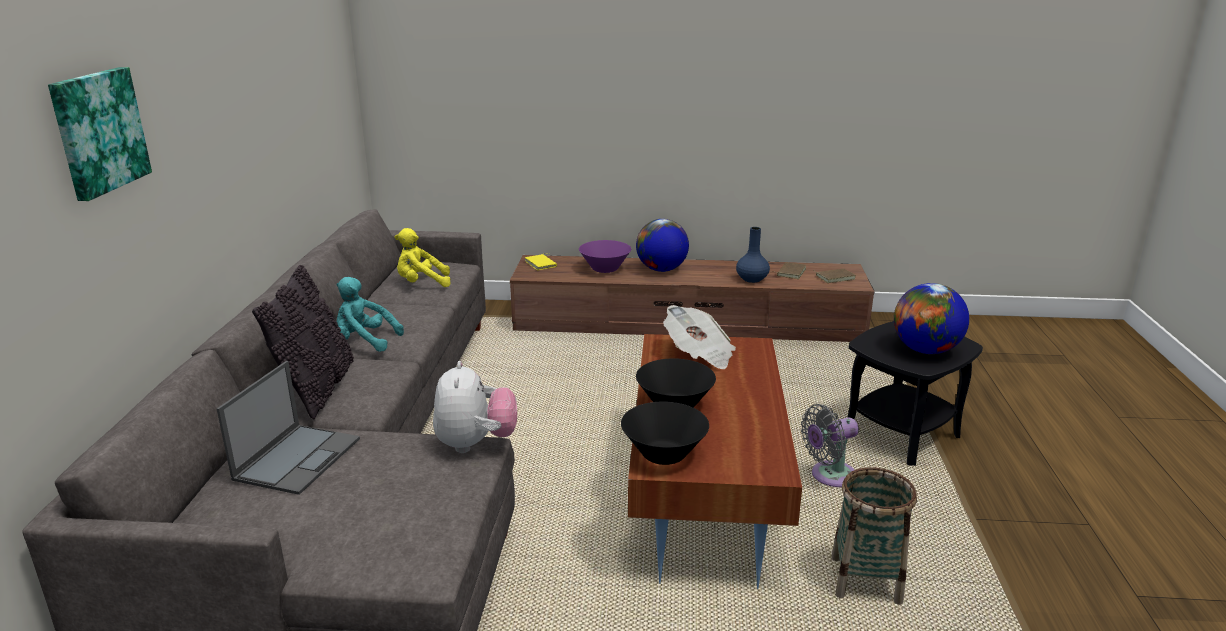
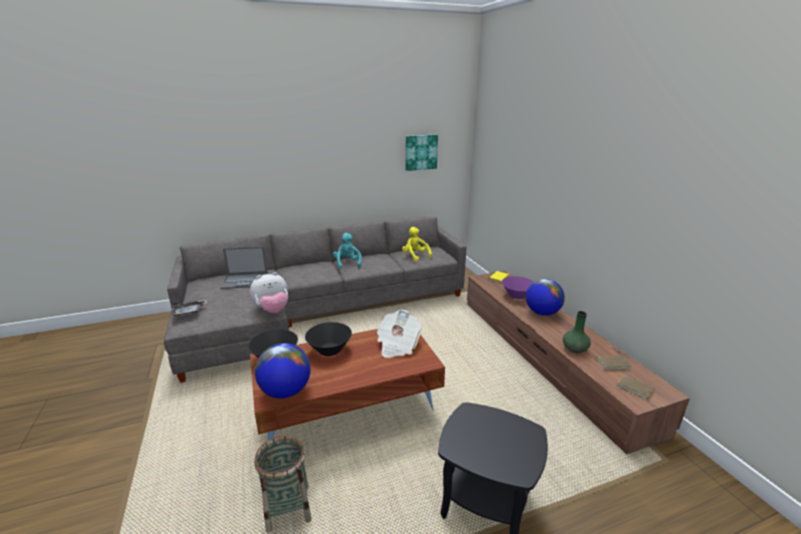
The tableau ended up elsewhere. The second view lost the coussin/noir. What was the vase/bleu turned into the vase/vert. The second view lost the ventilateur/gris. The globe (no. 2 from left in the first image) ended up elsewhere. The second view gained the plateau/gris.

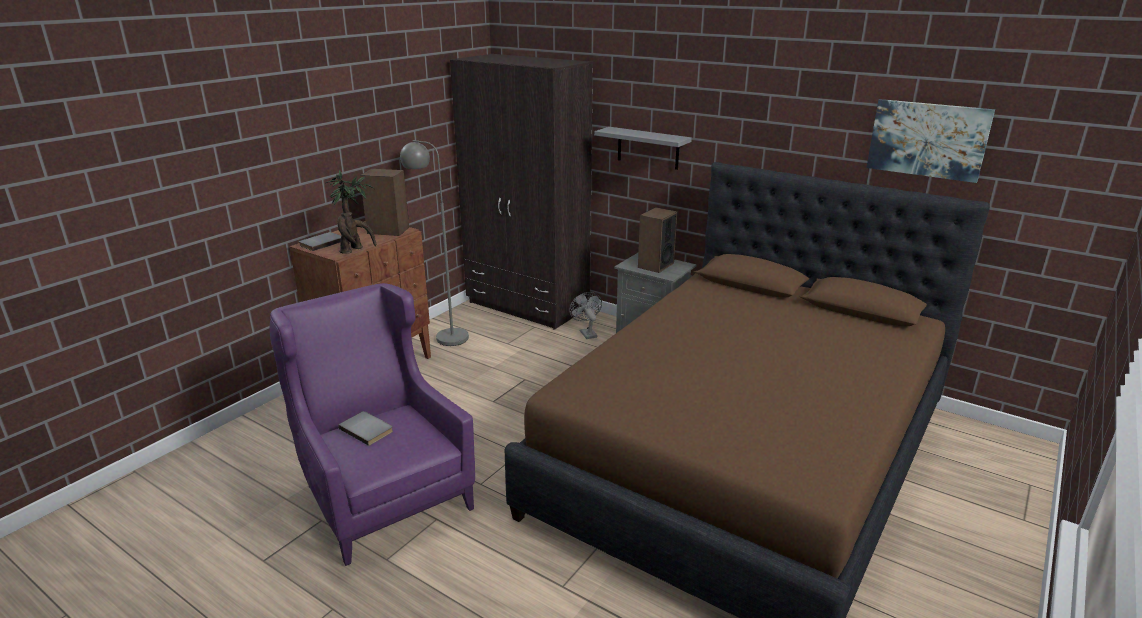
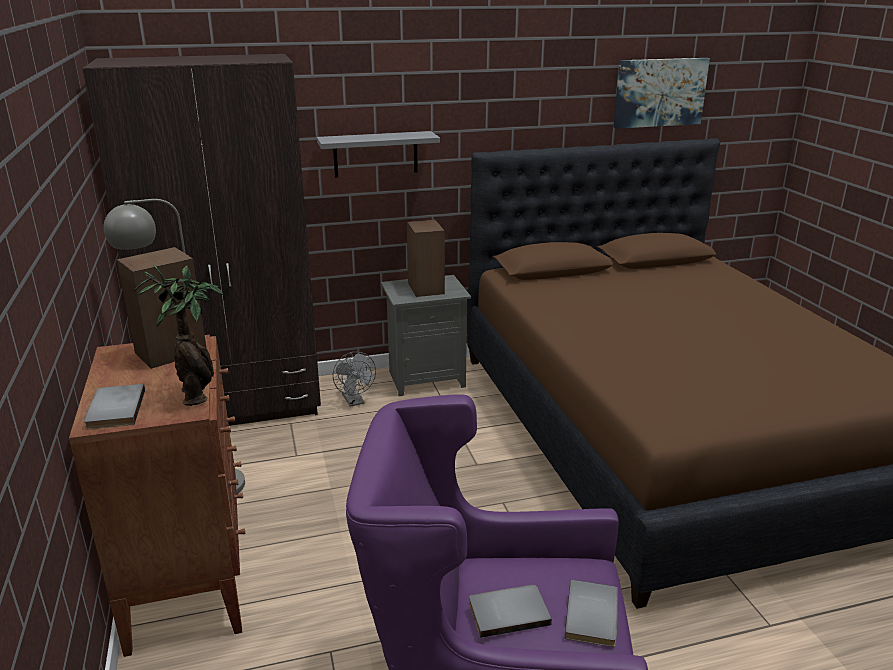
The ventilateur/gris ended up facing another way, 135 degrees counterclockwise from before. The second view gained the livre/gris (no. 3 from left).

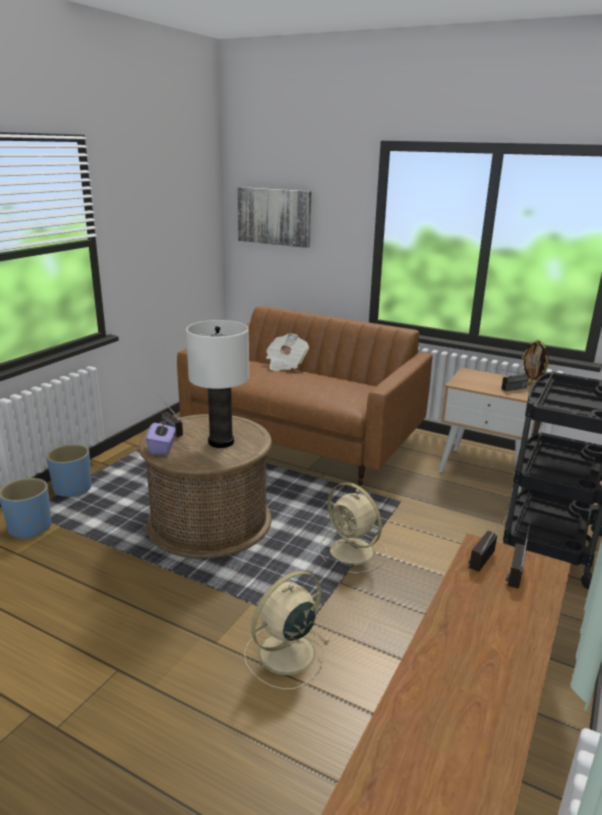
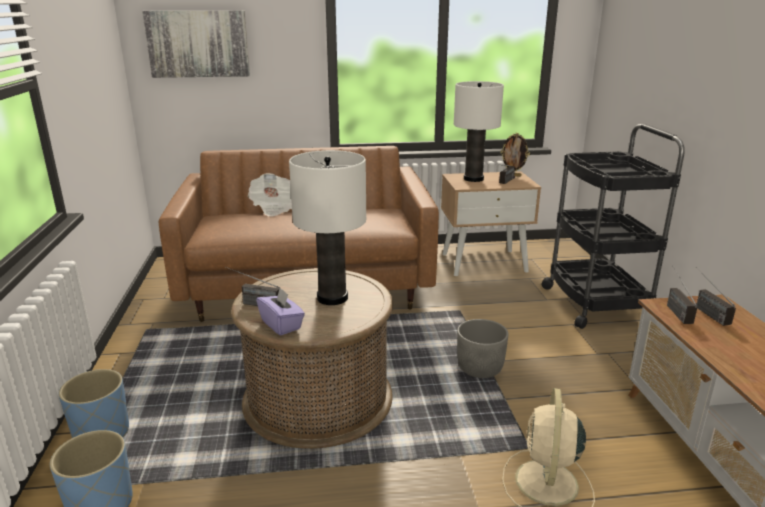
Where the ventilateur/beige (no. 2 from left) stood, the cache-pot/gris came to stand. The second view gained the lampe de table/blanc (no. 2 from left).

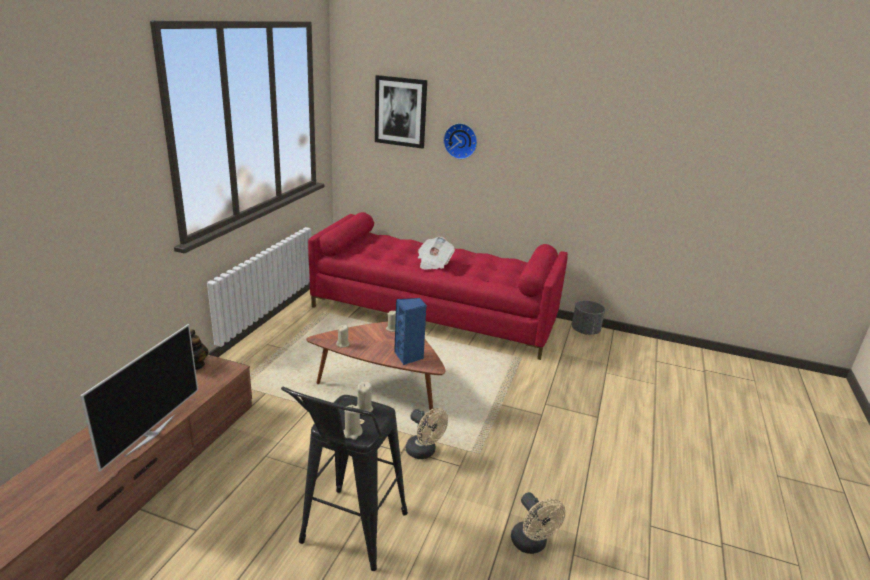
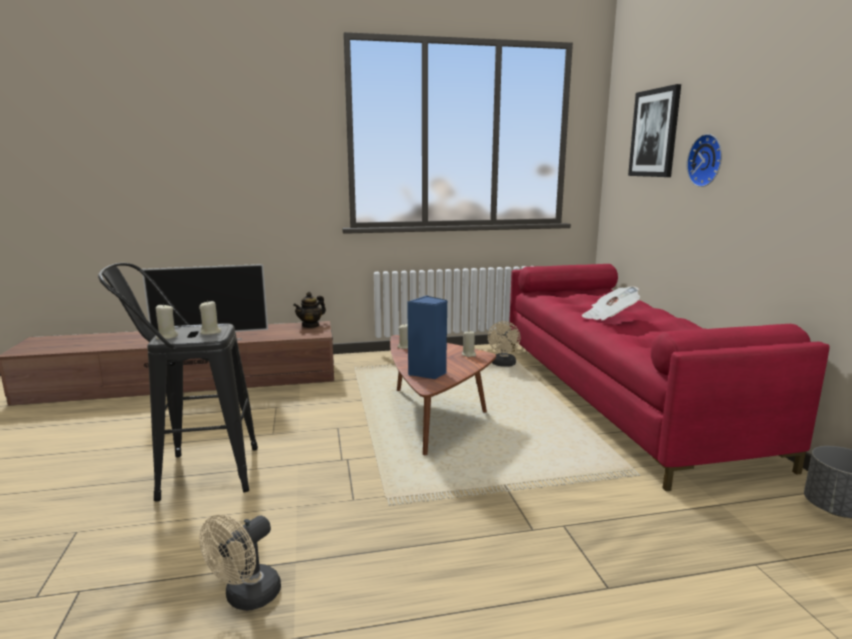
The ventilateur/beige (no. 1 from left in the first image) ended up elsewhere.

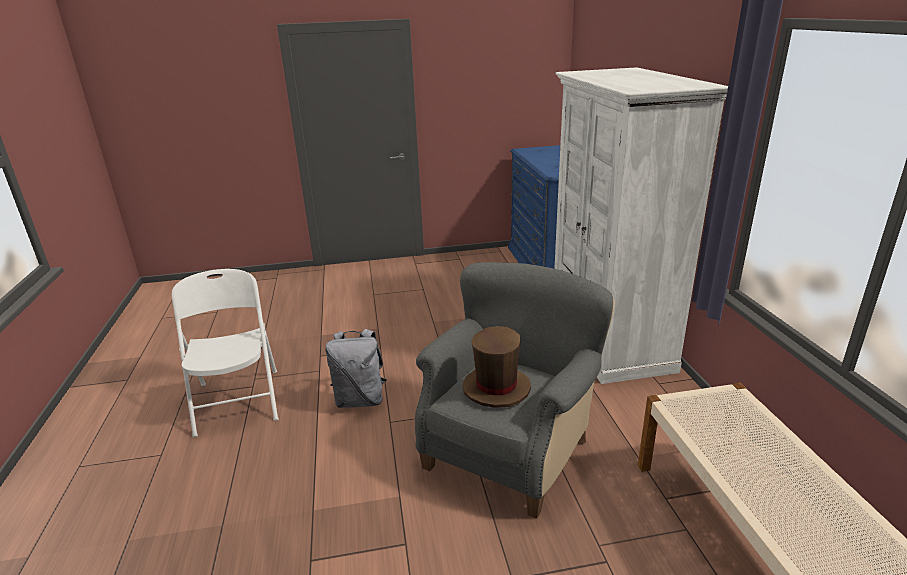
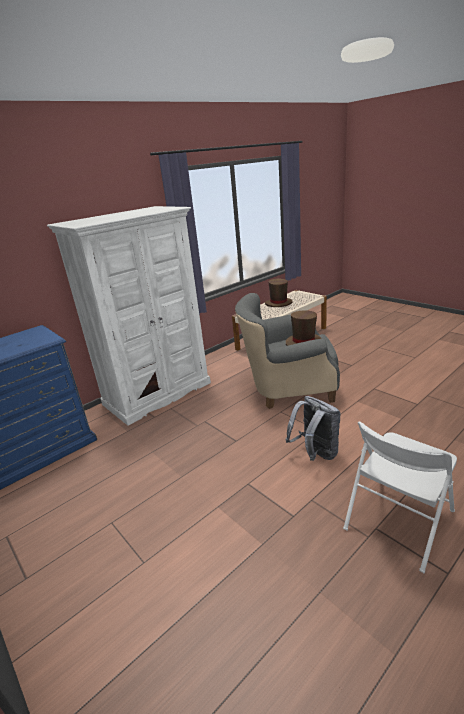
The second view gained the chapeau/marron (no. 1 from left).

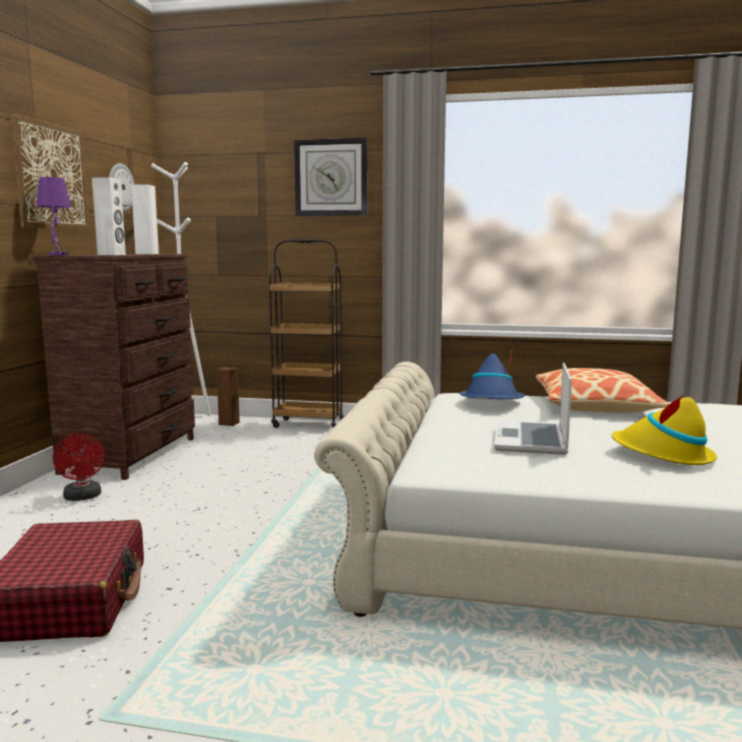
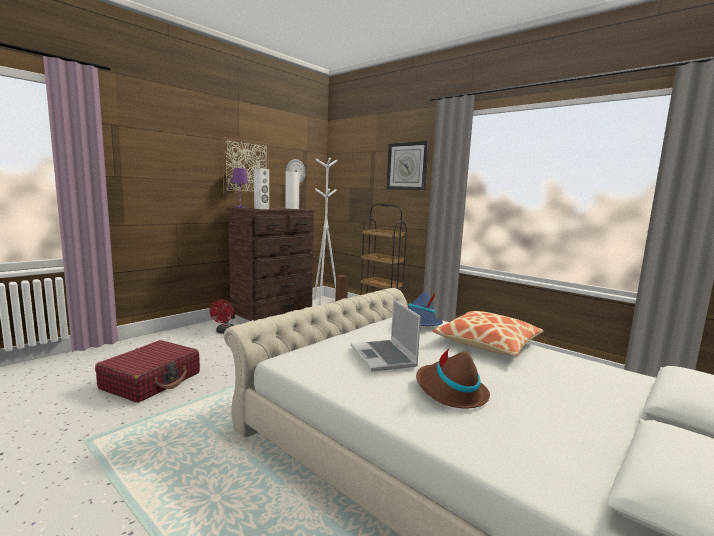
The ordinateur portable ended up facing another way, 60 degrees counterclockwise from before. What was the chapeau/jaune turned into the chapeau/marron.

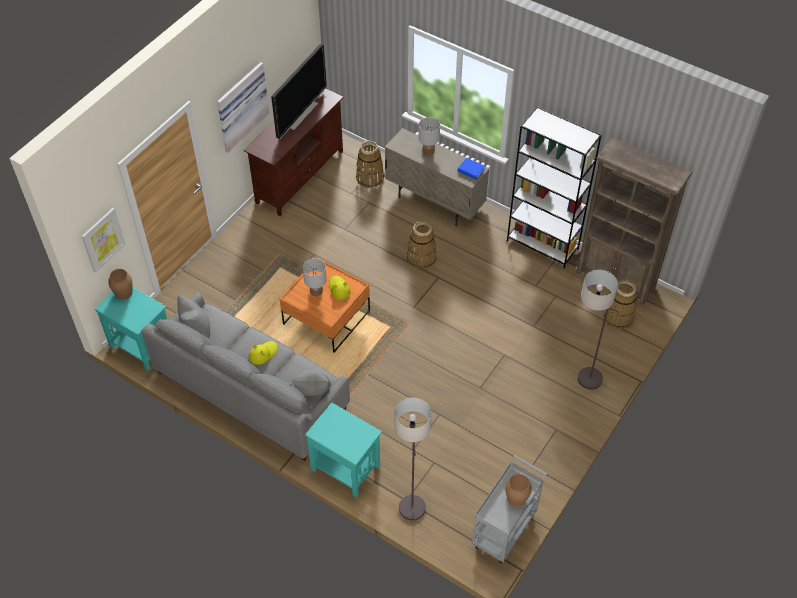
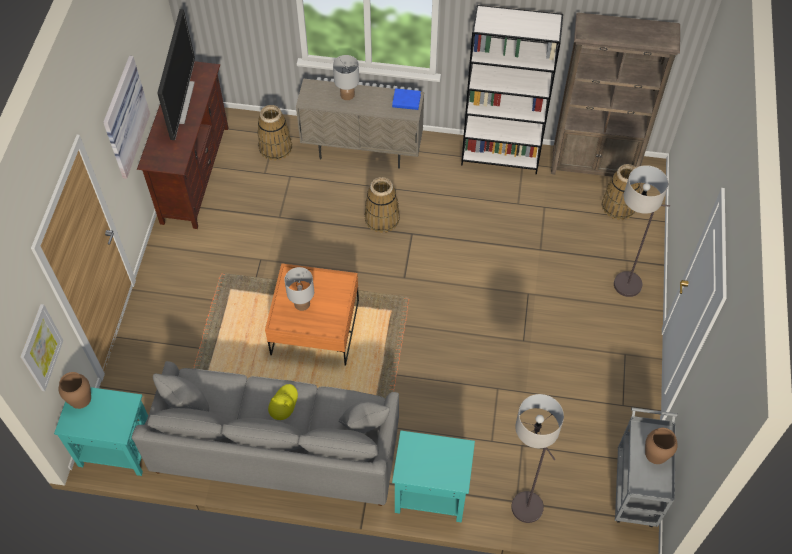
The second view lost the chapeau/jaune (no. 2 from left).

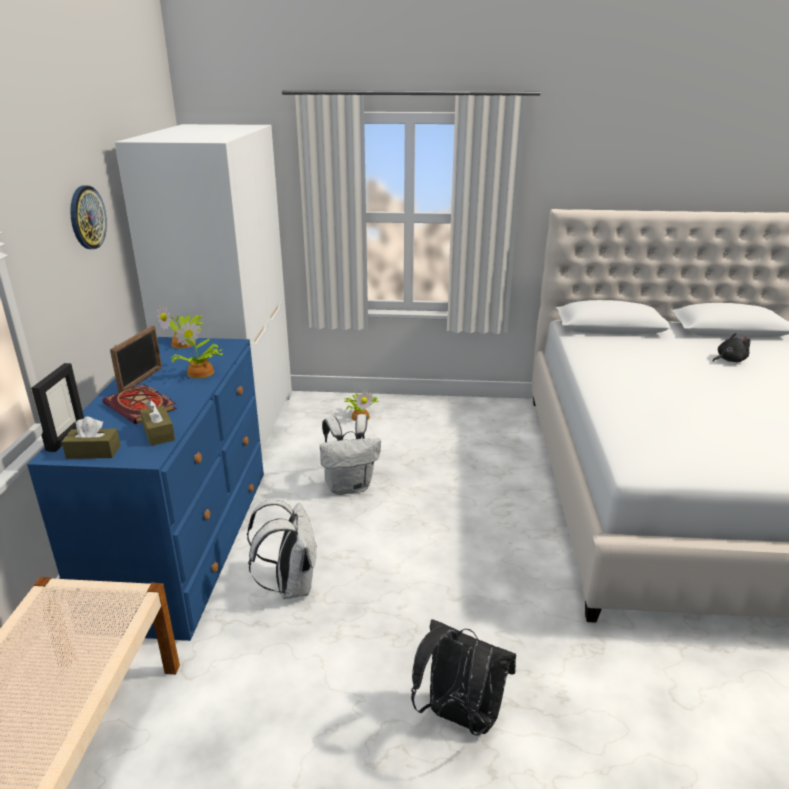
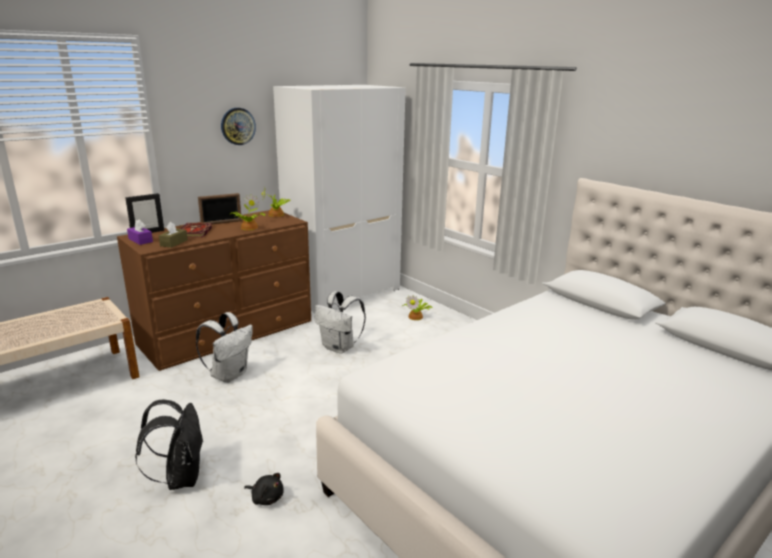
What was the commode/bleu turned into the commode/marron. What was the boîte à mouchoirs/marron (no. 1 from left) turned into the boîte à mouchoirs/violet. The peluche/noir ended up elsewhere.

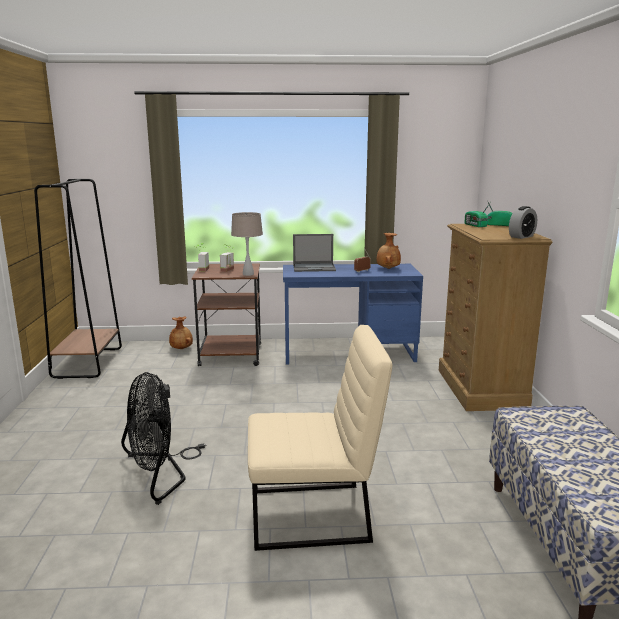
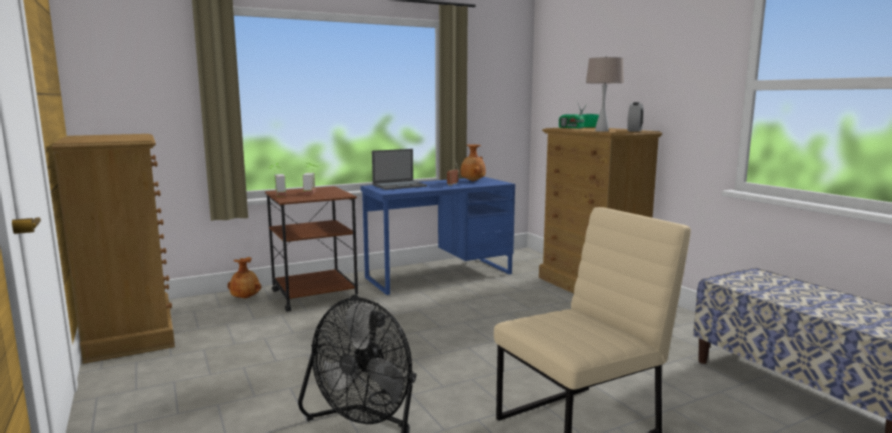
Where the portant stood, the commode/marron (no. 1 from left) came to stand. The lampe de table/beige ended up elsewhere.

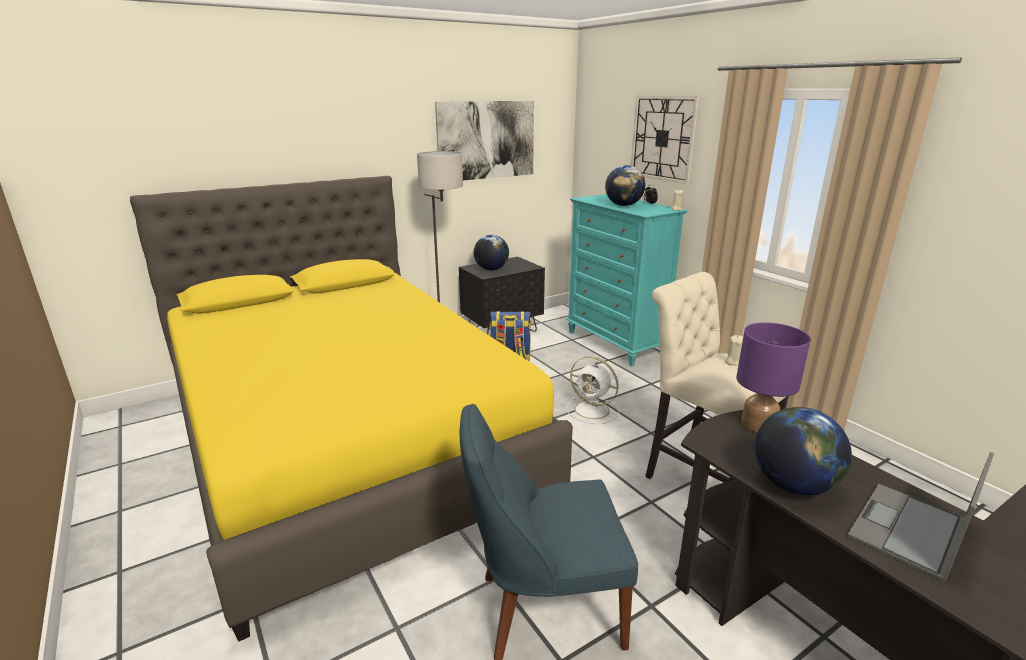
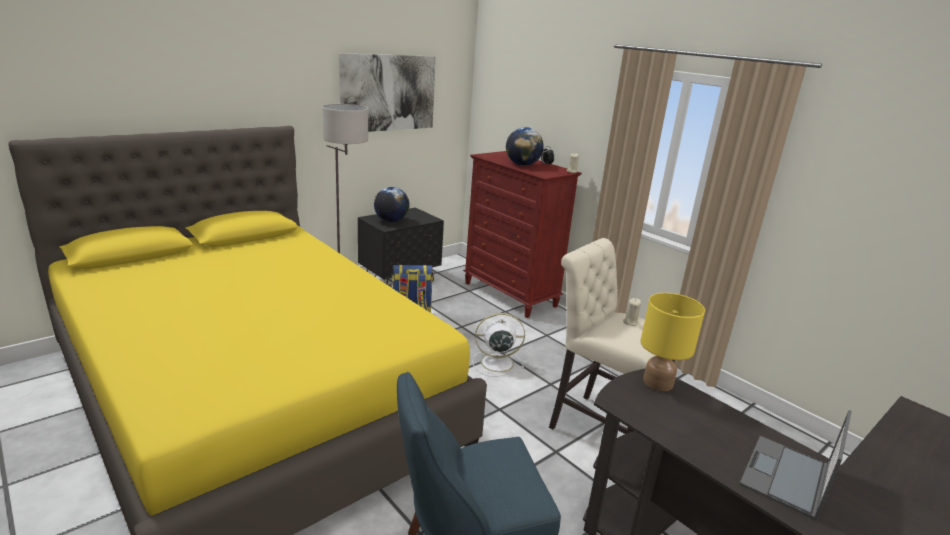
What was the commode/turquoise turned into the commode/rouge. The ventilateur/blanc ended up facing another way, 150 degrees clockwise from before. The second view lost the horloge murale. What was the lampe de table/violet turned into the lampe de table/jaune. The second view lost the globe (no. 3 from left).

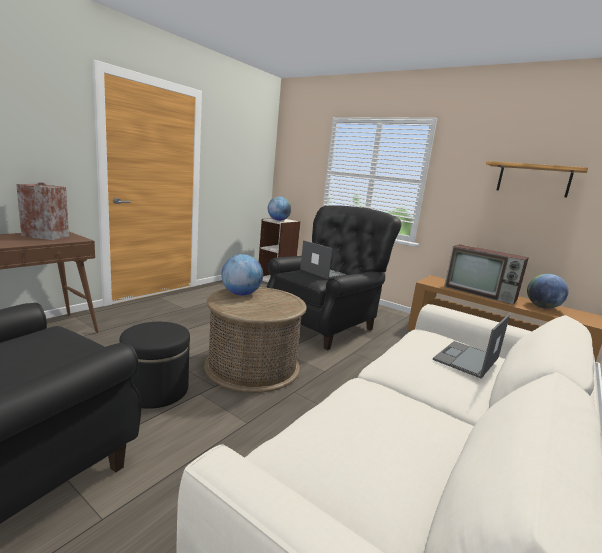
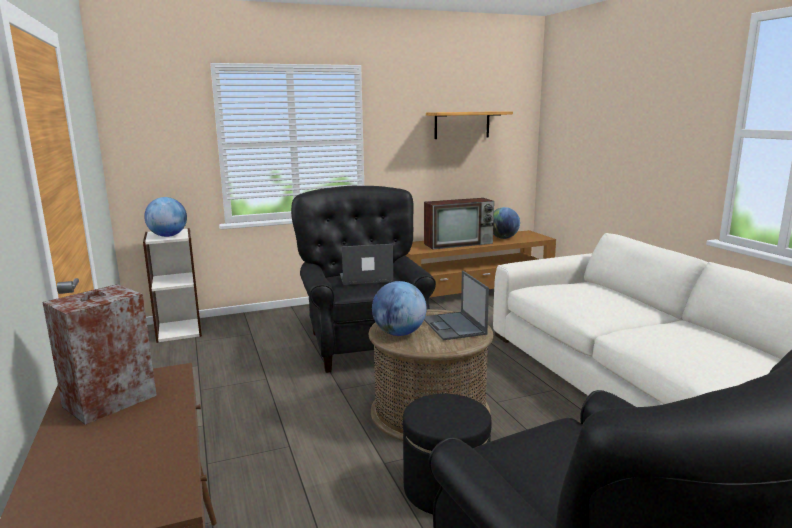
The ordinateur portable (no. 2 from left) ended up elsewhere.

